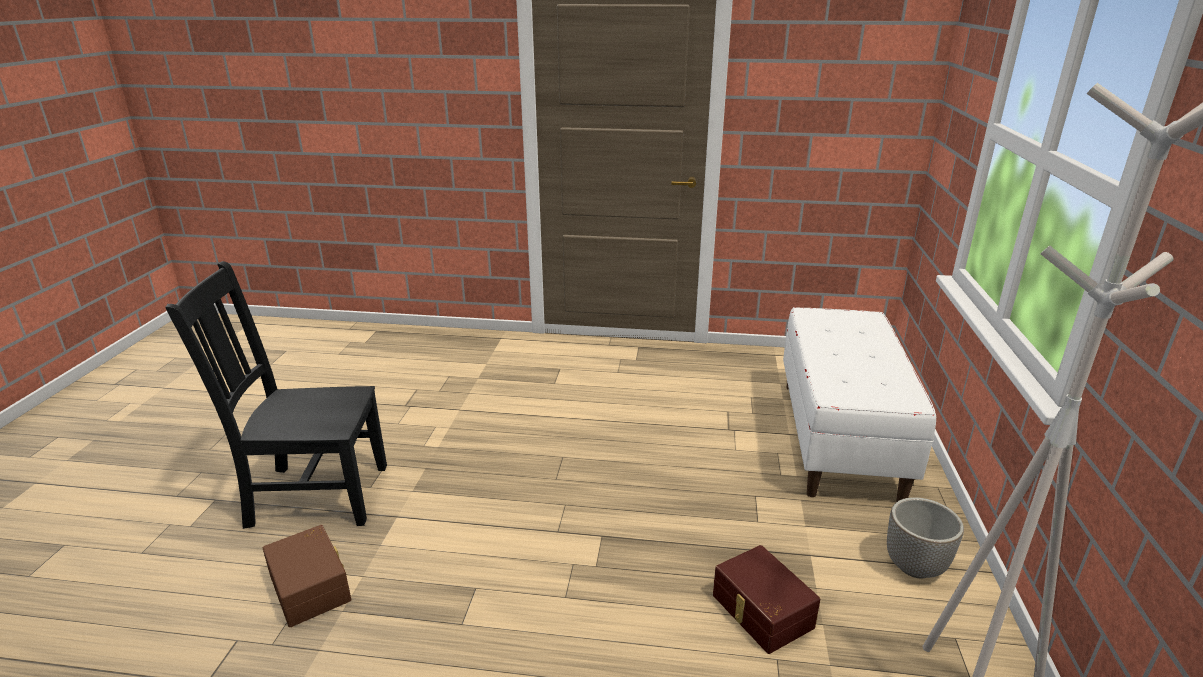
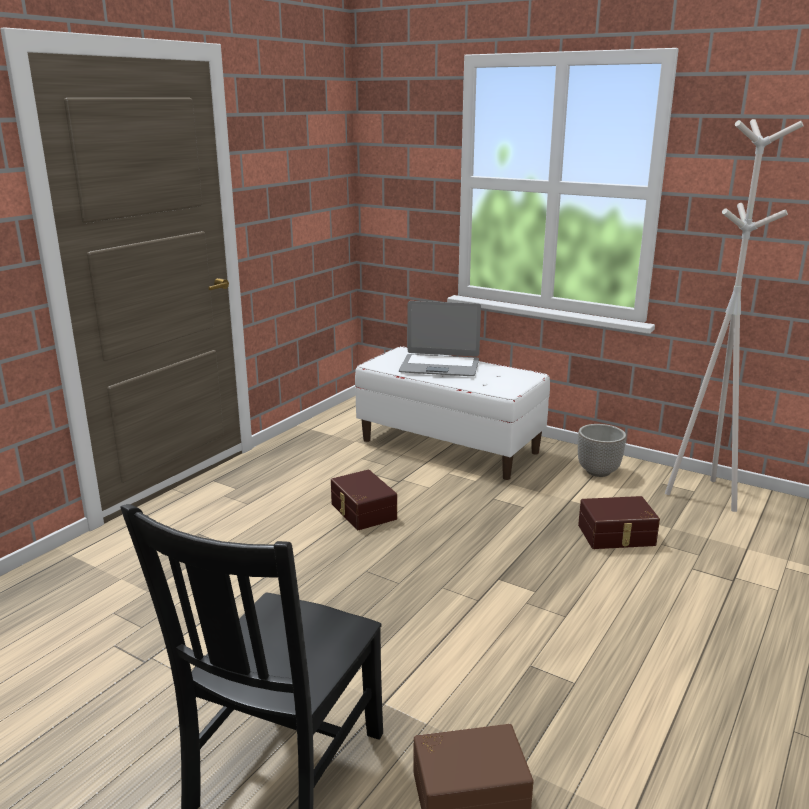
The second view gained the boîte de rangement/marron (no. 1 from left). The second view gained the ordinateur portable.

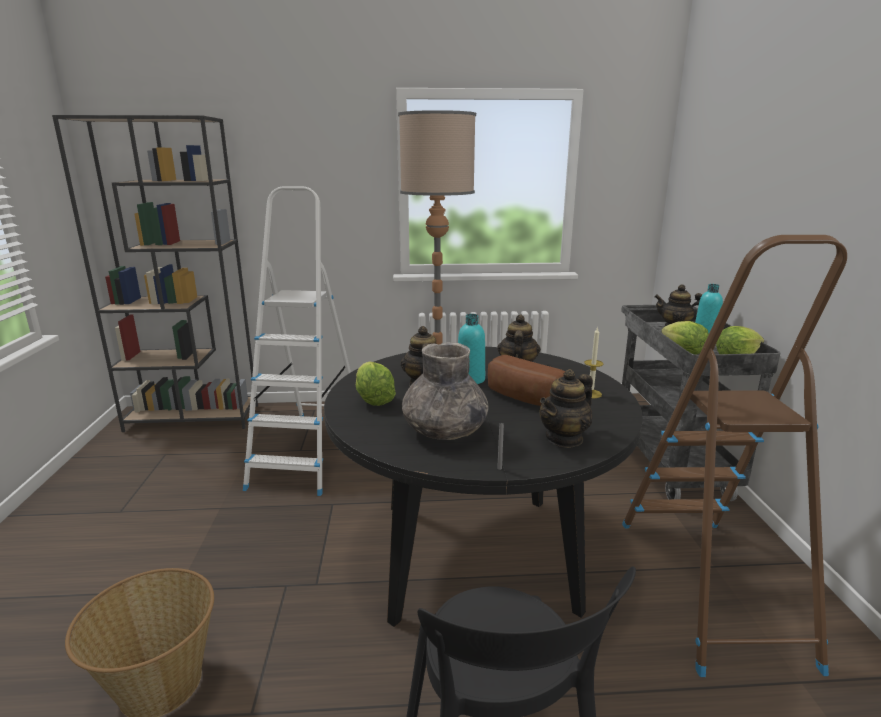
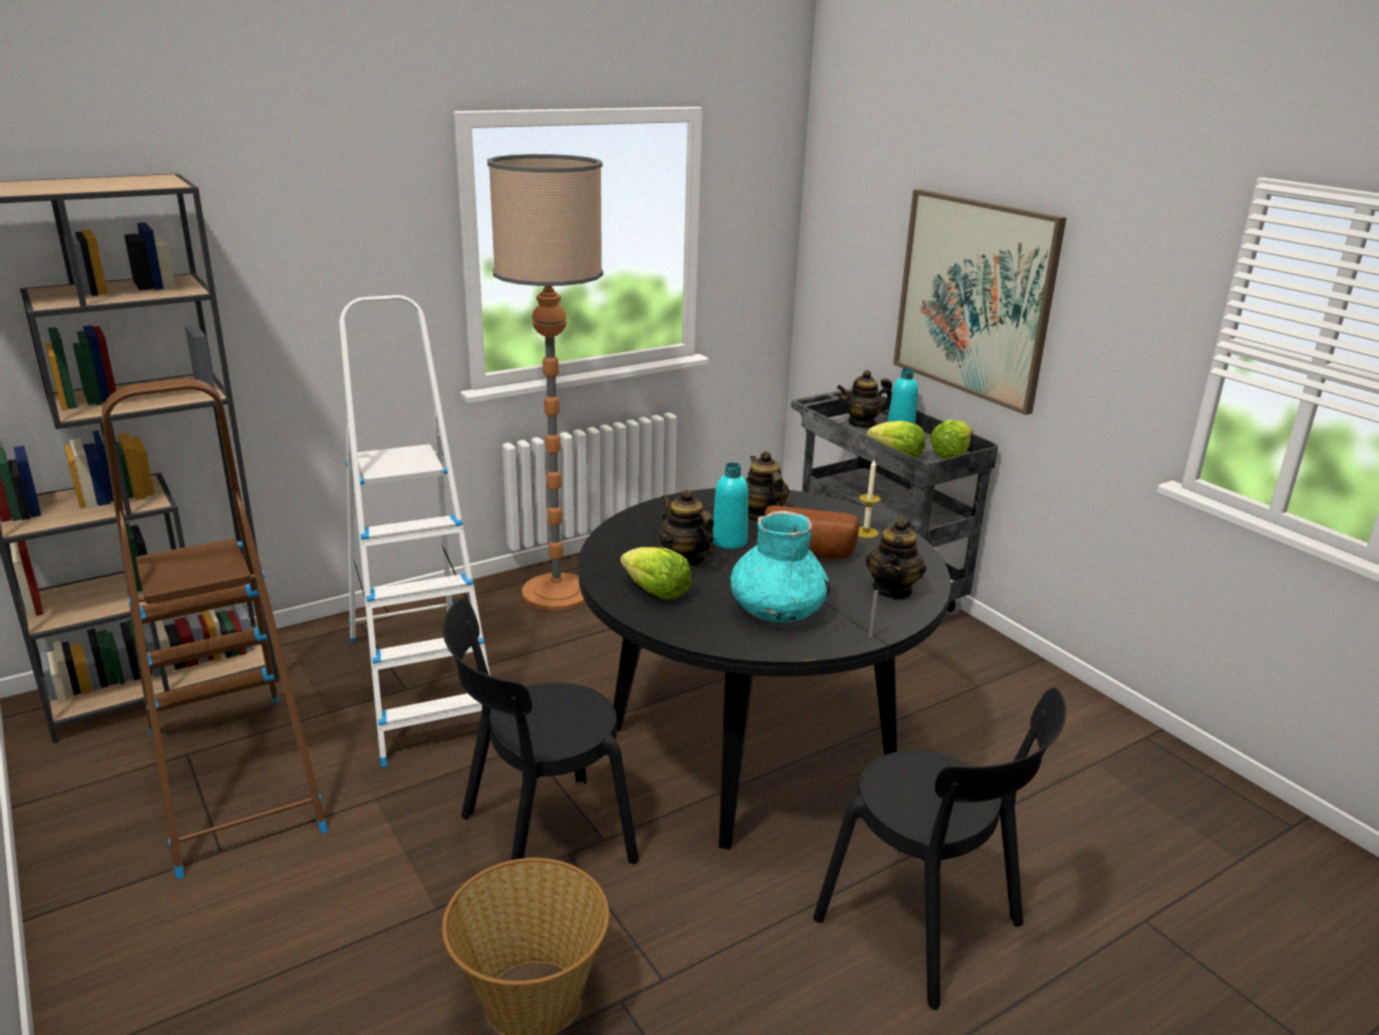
What was the vase/gris turned into the vase/turquoise. The escabeau/marron ended up elsewhere. The second view gained the chaise/noir (no. 1 from left). The second view gained the tableau.

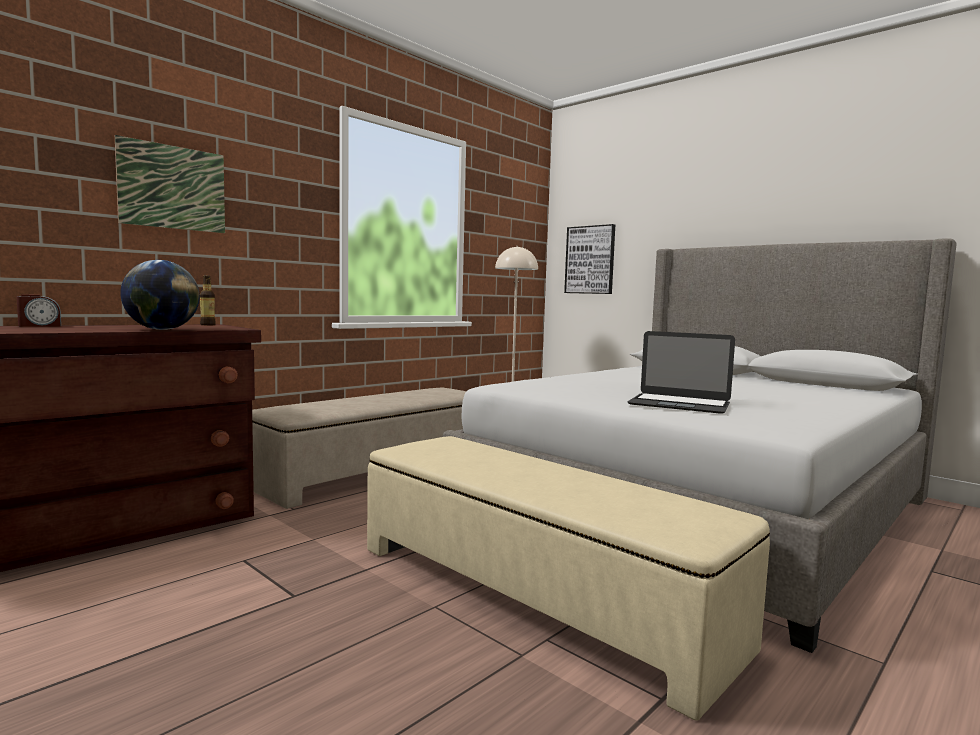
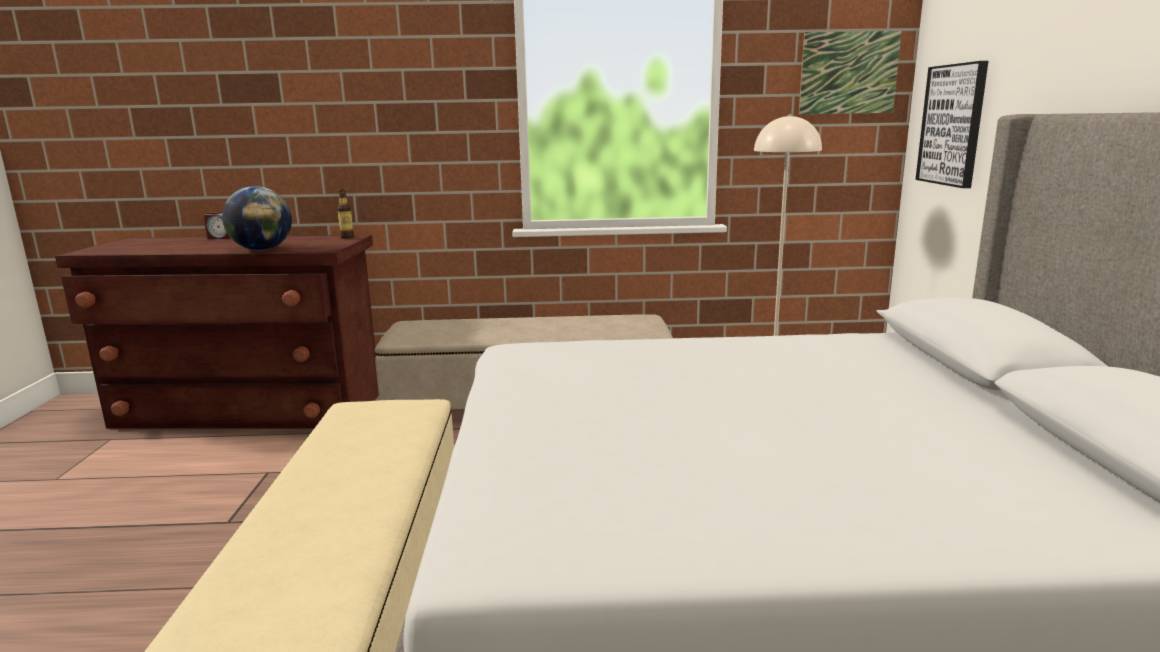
The tableau (no. 1 from left) ended up elsewhere. The second view lost the ordinateur portable.

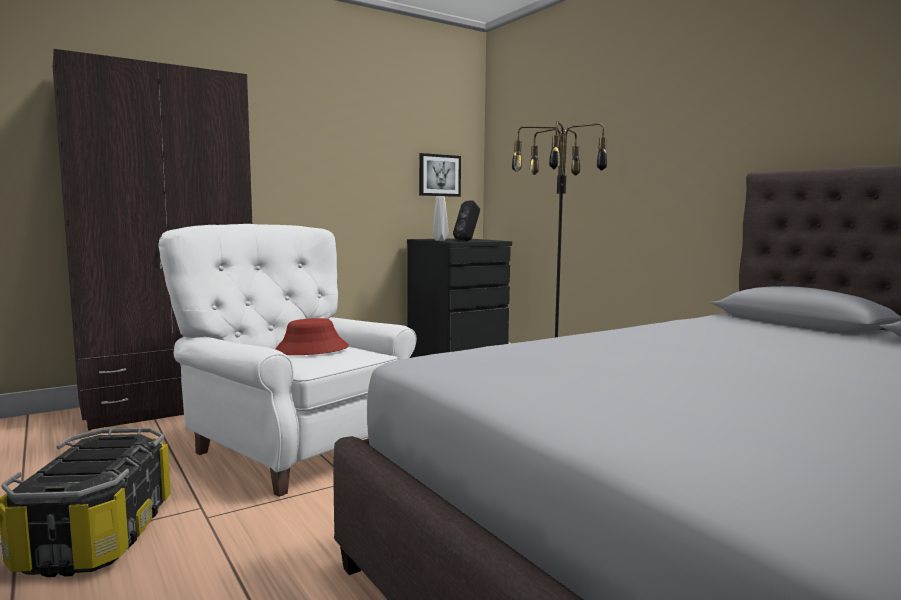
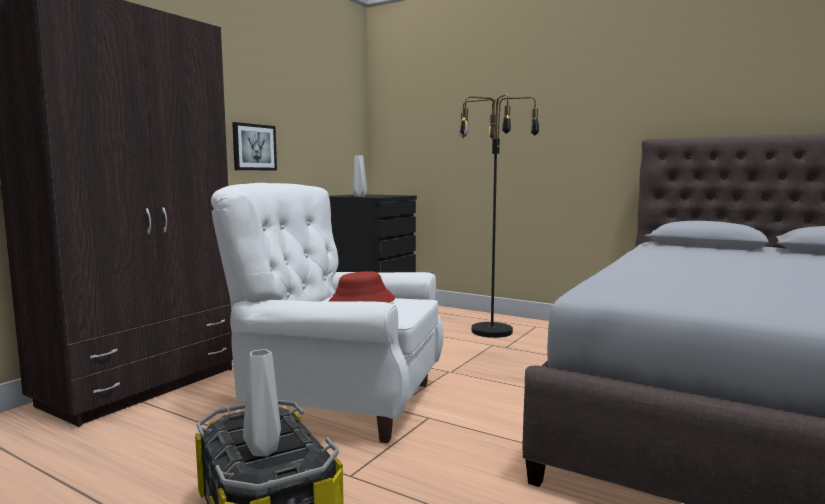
The tableau ended up elsewhere. The second view lost the enceinte/noir. The second view gained the vase/gris (no. 1 from left).

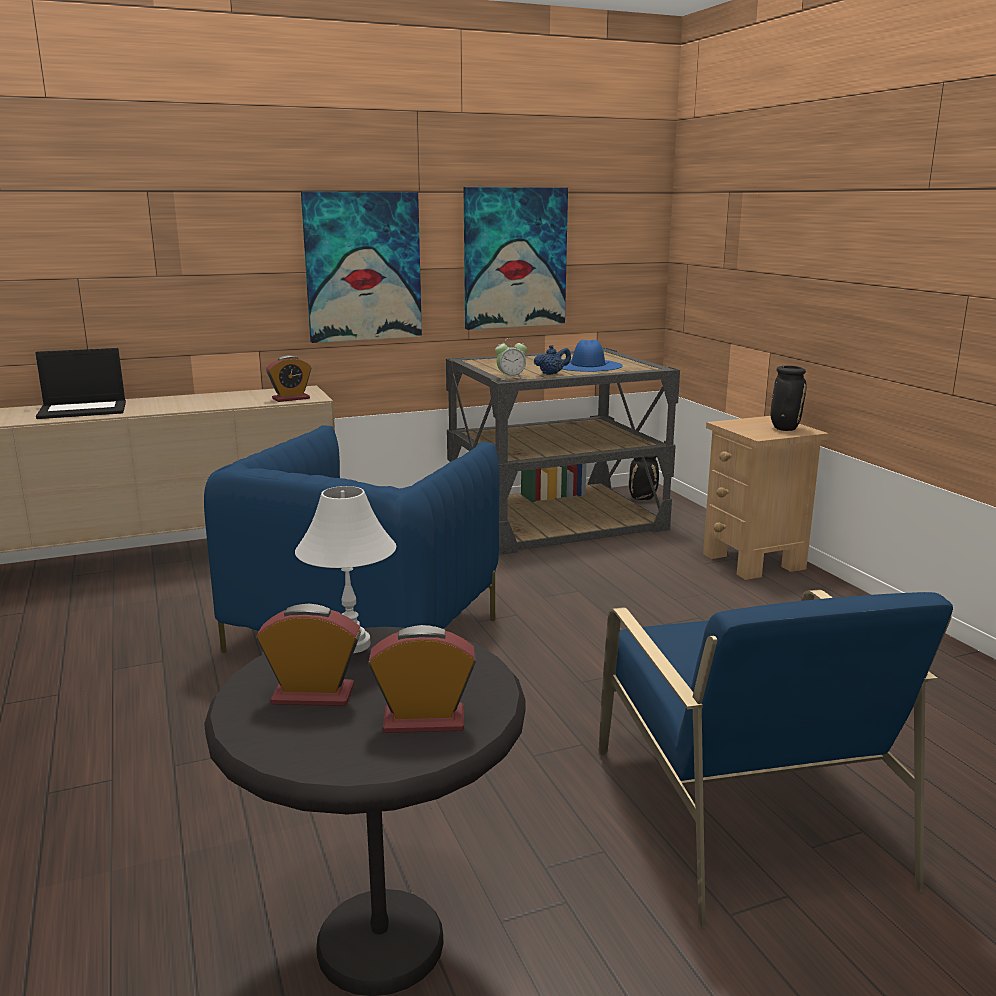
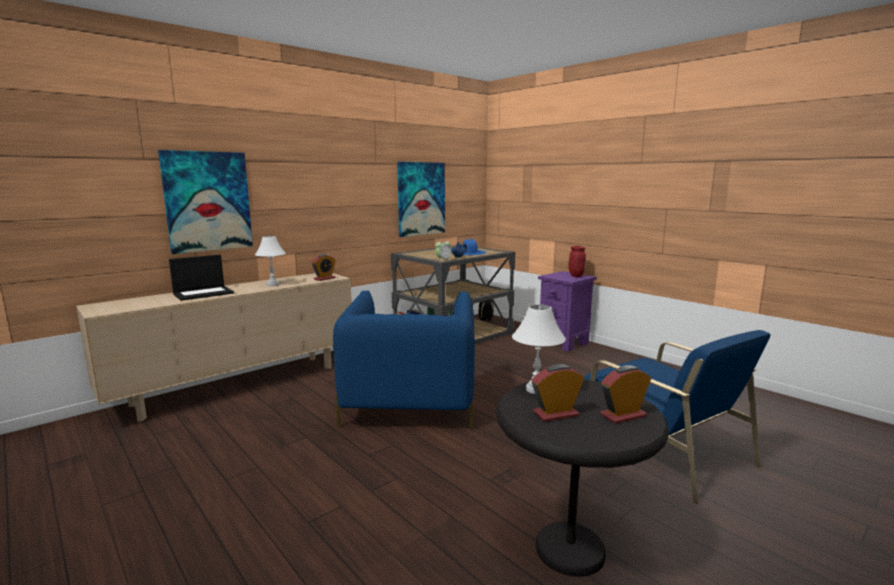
The tableau (no. 1 from left) ended up elsewhere. What was the table de chevet/beige turned into the table de chevet/violet. What was the vase/noir (no. 2 from left) turned into the vase/rouge. The second view gained the lampe de table/blanc (no. 1 from left).

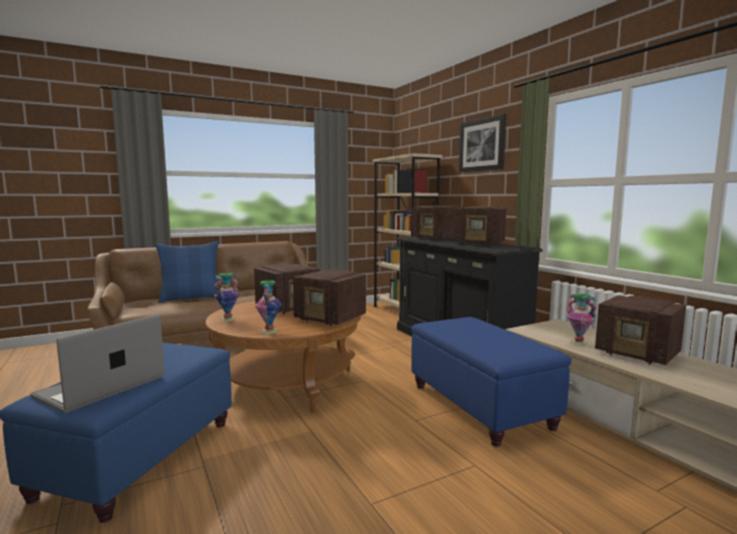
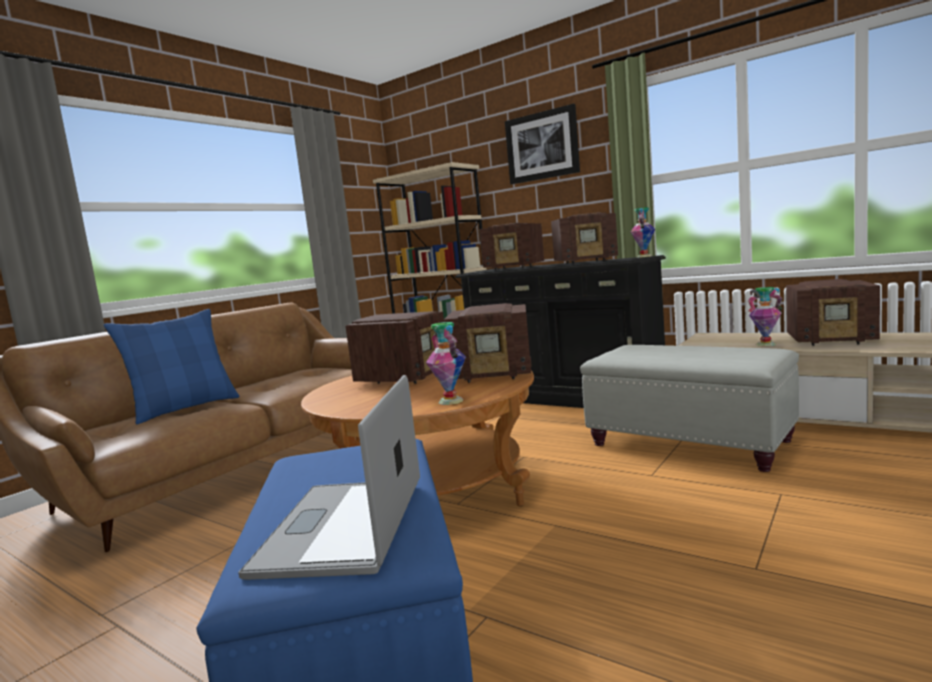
The vase (no. 1 from left in the first image) ended up elsewhere. What was the pouf/bleu (no. 2 from left) turned into the pouf/gris.

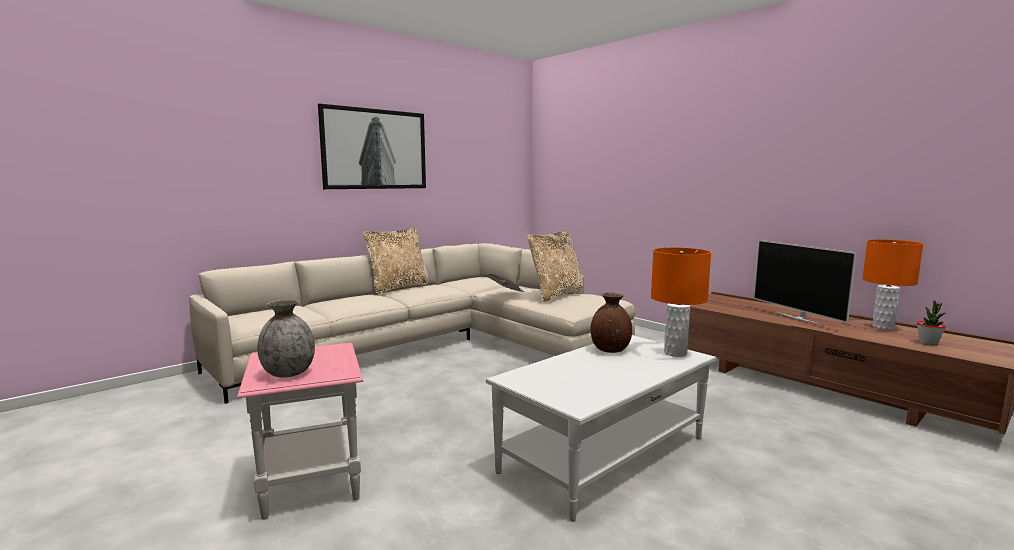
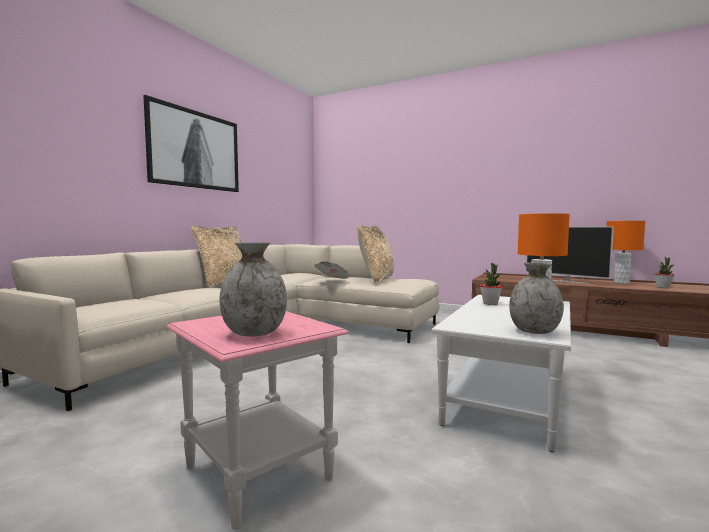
Where the vase/marron stood, the plante en pot (no. 1 from left) came to stand. The second view gained the vase/gris (no. 2 from left).

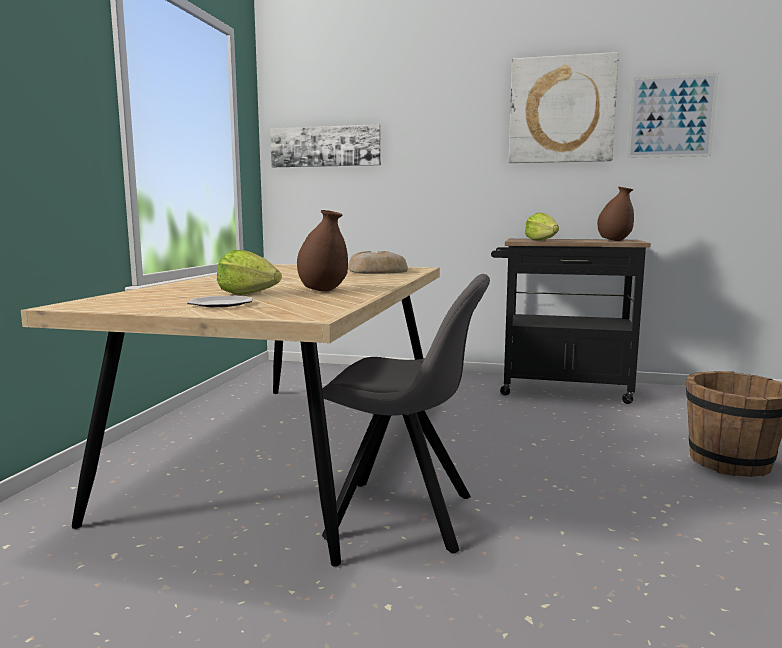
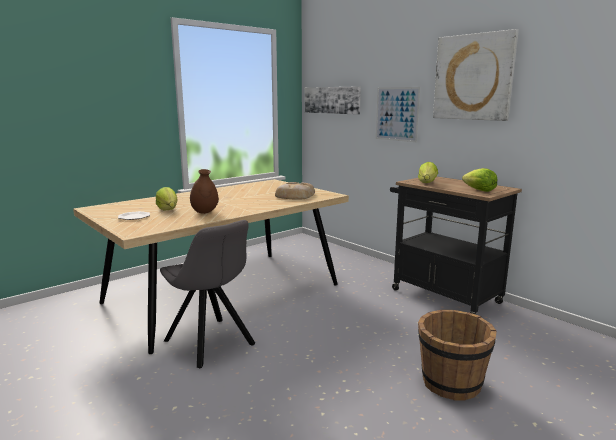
Where the vase/marron (no. 2 from left) stood, the laitue (no. 3 from left) came to stand. The tableau (no. 3 from left in the first image) ended up elsewhere.

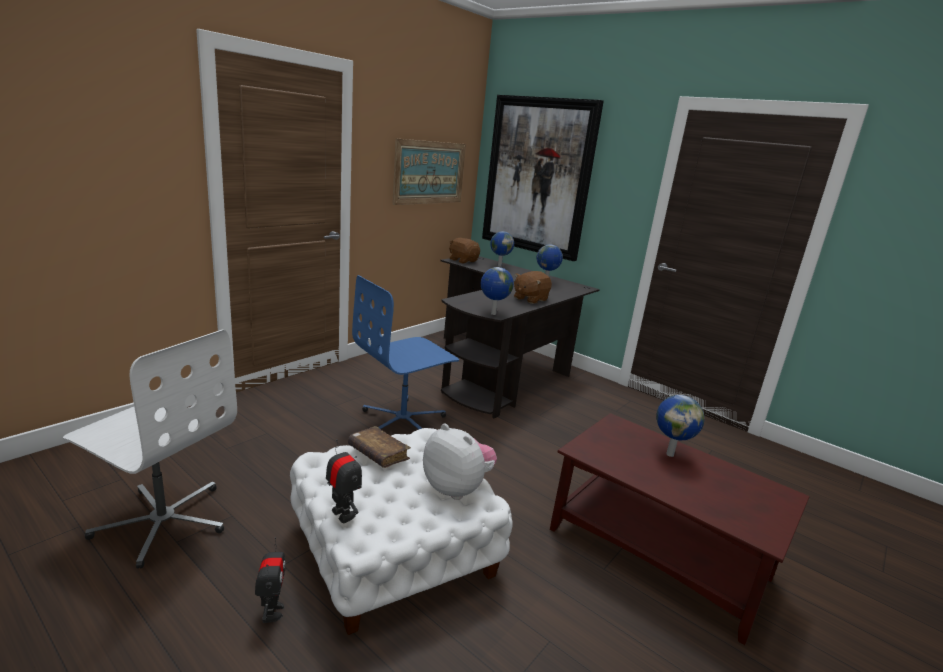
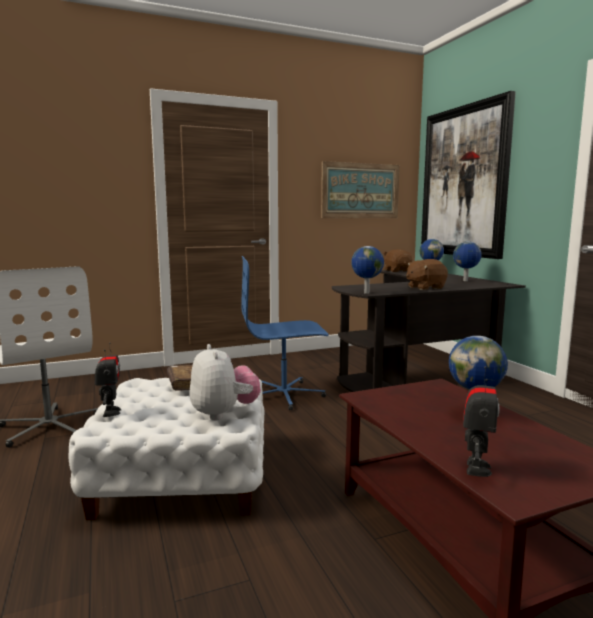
The robot jouet (no. 1 from left in the first image) ended up elsewhere.

